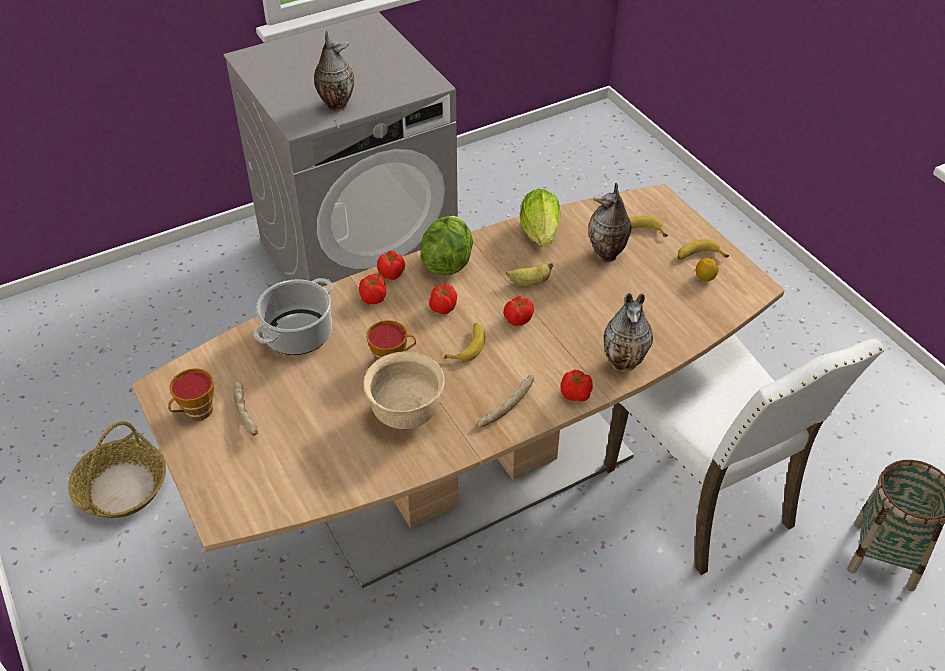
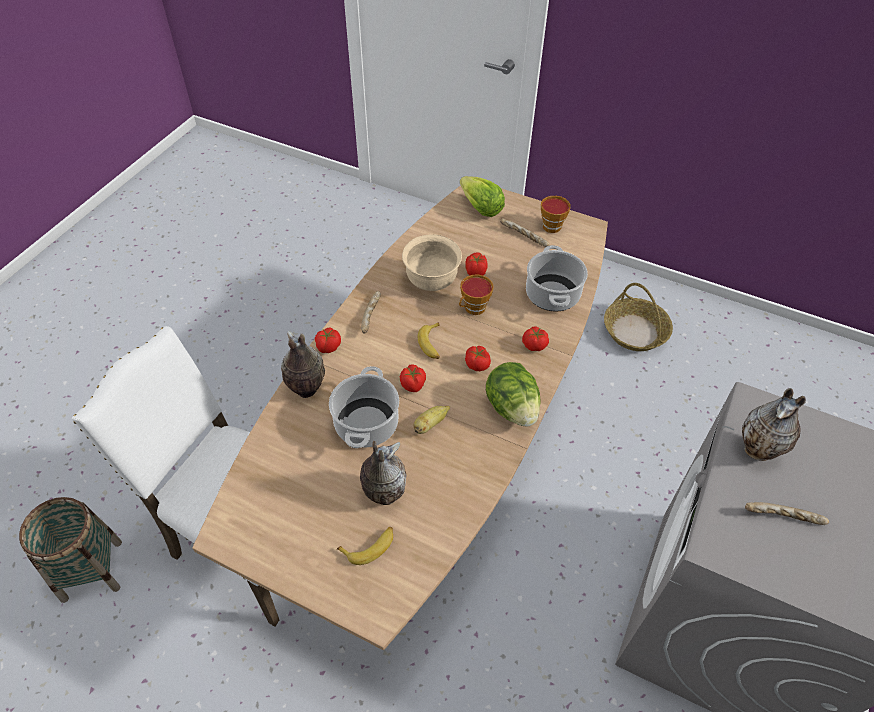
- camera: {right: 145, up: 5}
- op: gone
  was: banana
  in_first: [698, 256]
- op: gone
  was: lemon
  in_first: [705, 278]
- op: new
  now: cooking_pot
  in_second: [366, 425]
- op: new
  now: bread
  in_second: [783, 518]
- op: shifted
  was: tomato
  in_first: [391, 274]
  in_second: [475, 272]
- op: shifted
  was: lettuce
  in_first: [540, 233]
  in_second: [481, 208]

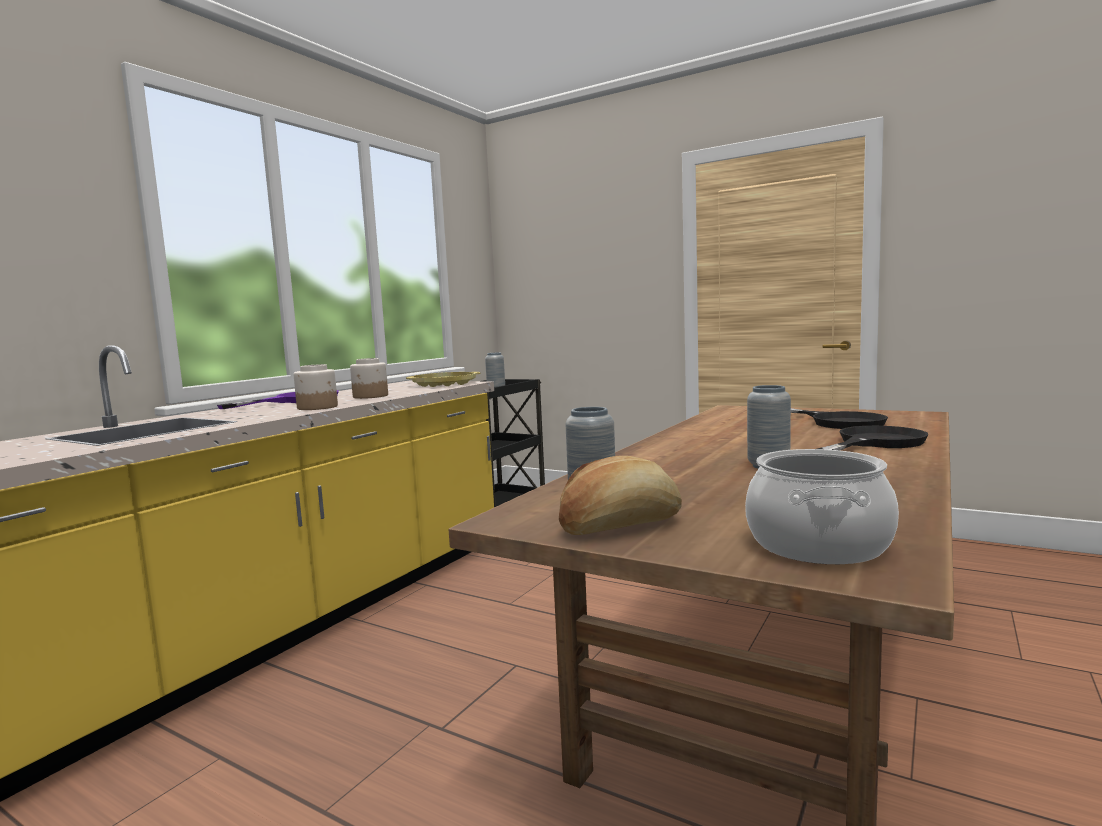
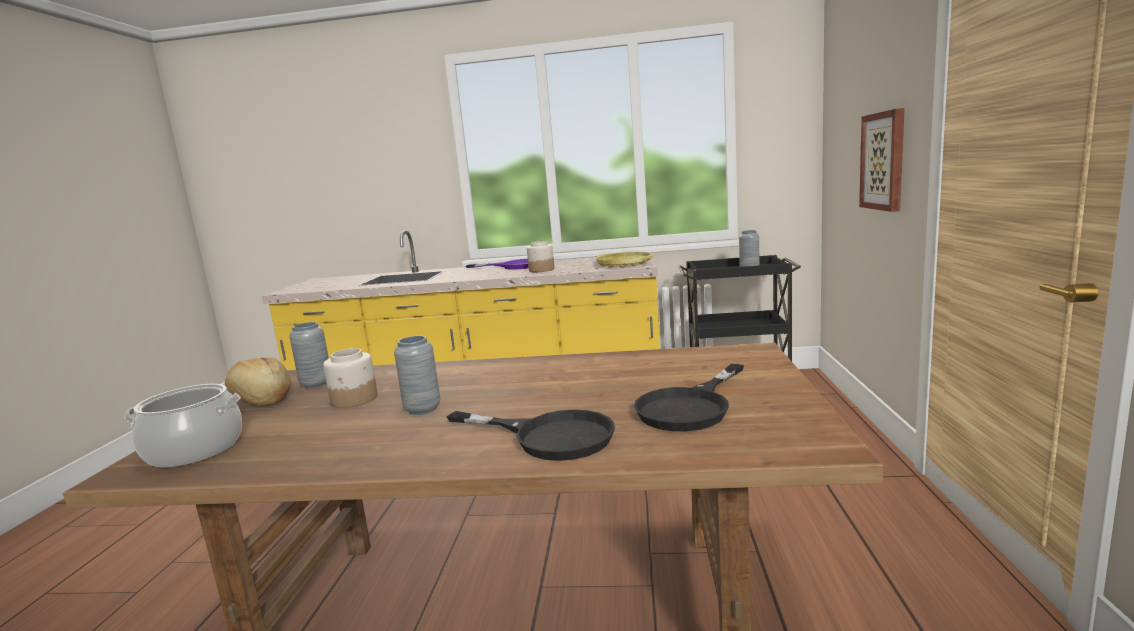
- camera: {right: 65, up: 5}
- op: new
  now: picture
  in_second: [884, 161]
- op: shifted
  was: jar
  in_first: [318, 407]
  in_second: [354, 399]

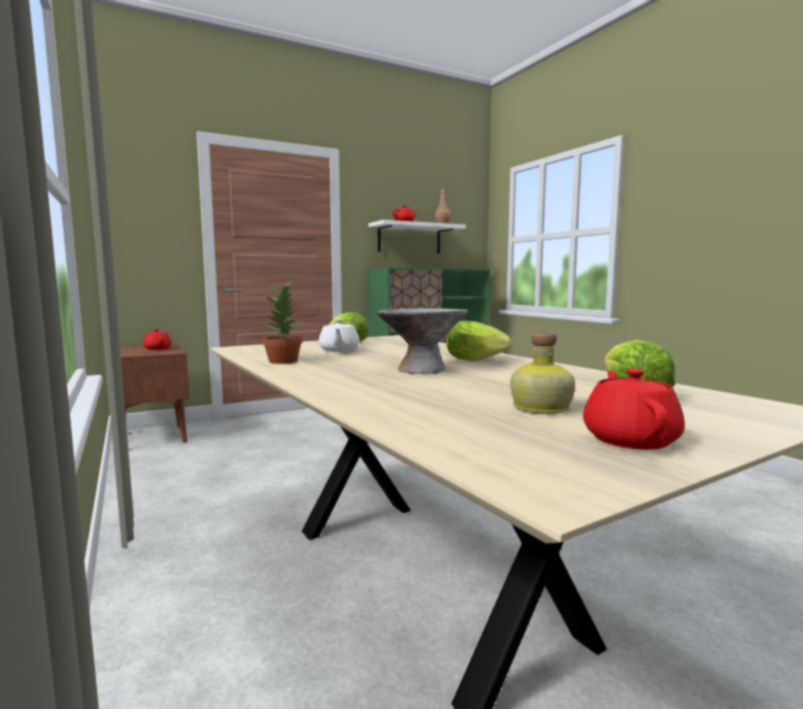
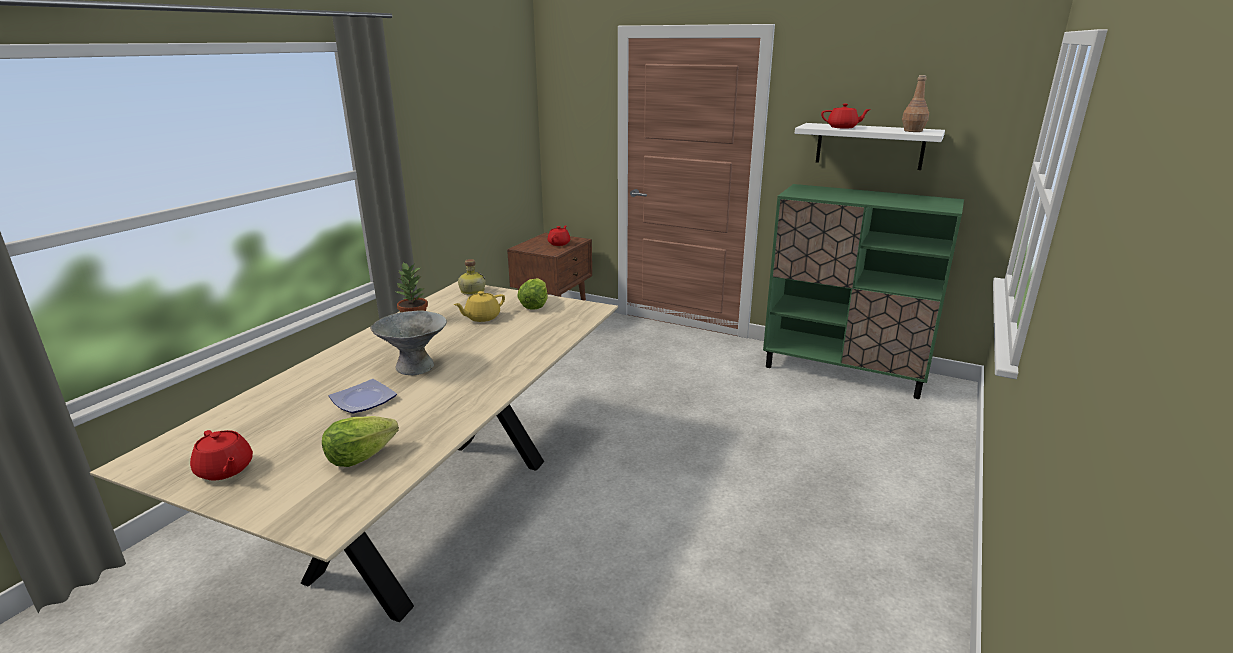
- camera: {right: 55, up: 15}
- op: gone
  was: lettuce
  in_first: [474, 359]
- op: new
  now: plate
  in_second: [364, 399]
- op: shifted
  was: bottle
  in_first: [539, 408]
  in_second: [472, 291]
- op: repainted
  was: white_teapot
  now: yellow_teapot
  in_first: [339, 351]
  in_second: [482, 317]
- op: rotated
  was: red_teapot
  in_first: [630, 439]
  in_second: [225, 470]
  clockwise: 75

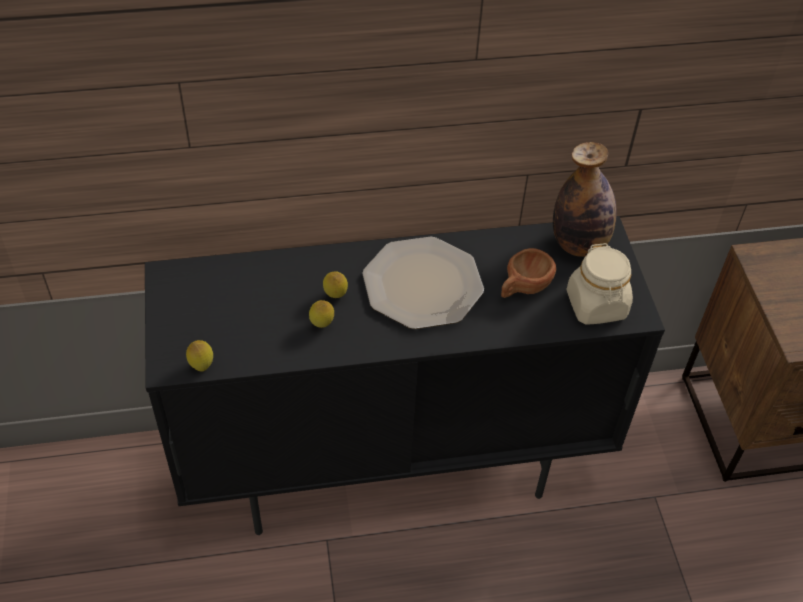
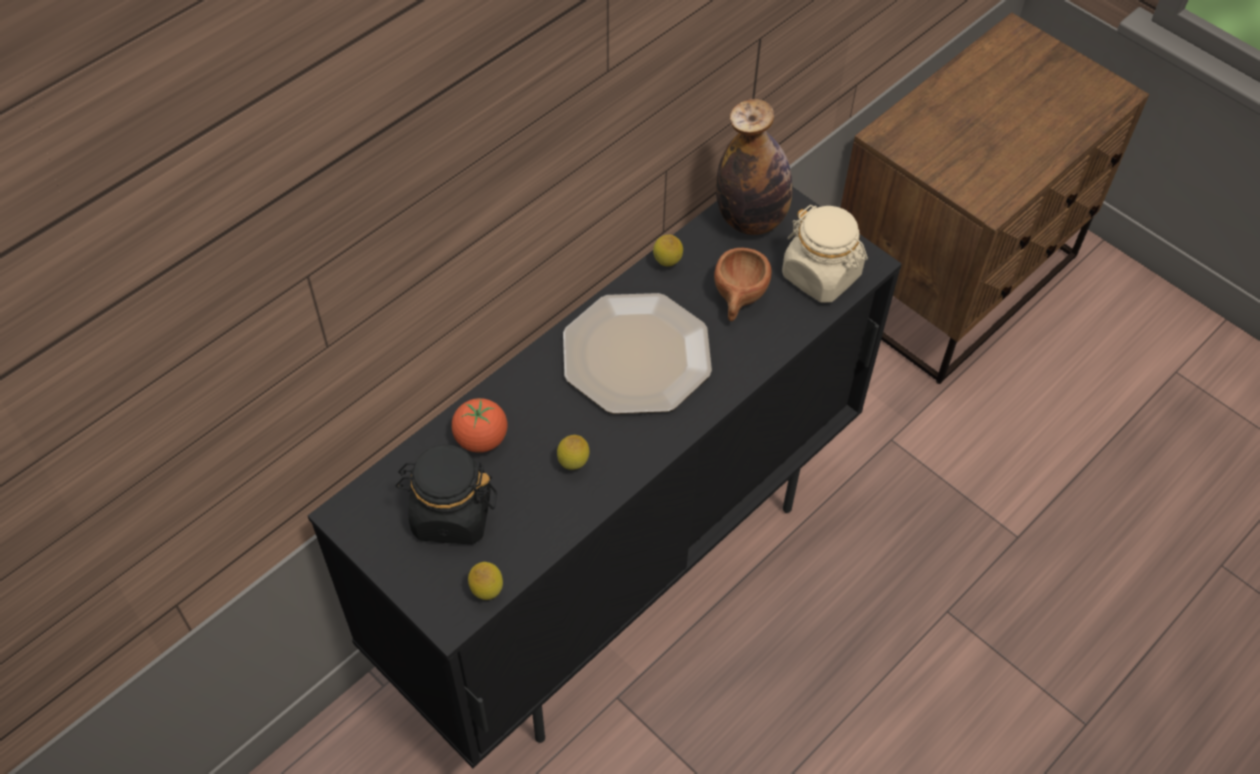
- camera: {right: -35, up: 5}
- op: new
  now: black_jar
  in_second: [451, 514]
- op: new
  now: tomato
  in_second: [481, 439]
- op: shifted
  was: lemon
  in_first: [335, 296]
  in_second: [667, 264]

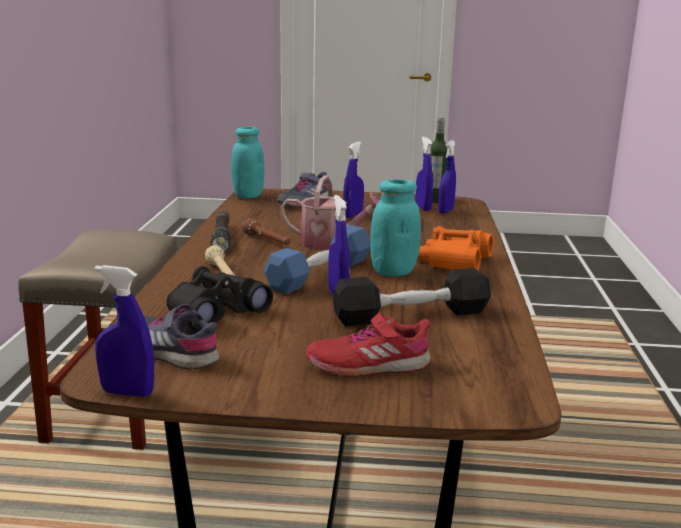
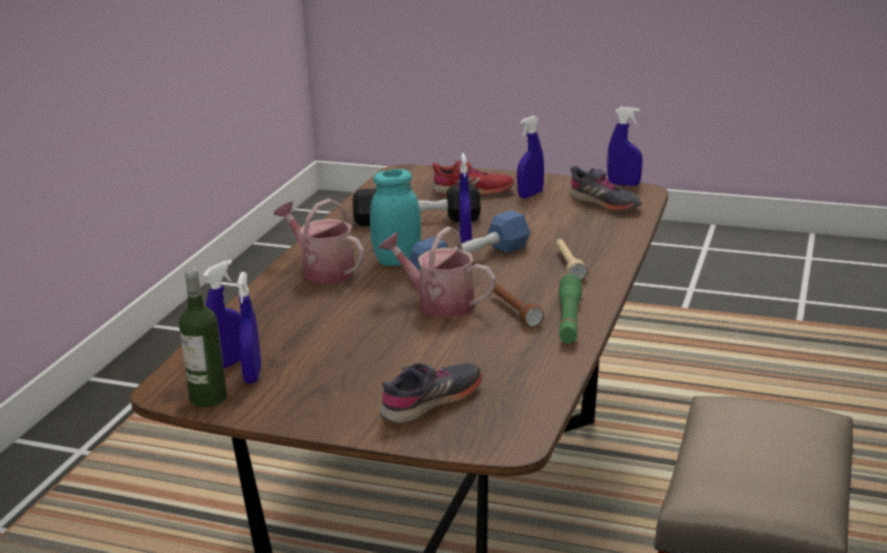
- camera: {right: -165, up: 5}
- op: gone
  was: black_binoculars
  in_first: [215, 312]
- op: gone
  was: turquoise_jar
  in_first: [248, 196]
- op: shifted
  was: blue_spray_bottle
  in_first: [353, 215]
  in_second: [530, 195]
- op: swapped
  was: orange_binoculars
  now: watering_can
  in_first: [455, 262]
  in_second: [323, 270]
- op: repainted
  was: black_flashlight
  now: green_flashlight
  in_first: [222, 238]
  in_second: [569, 319]

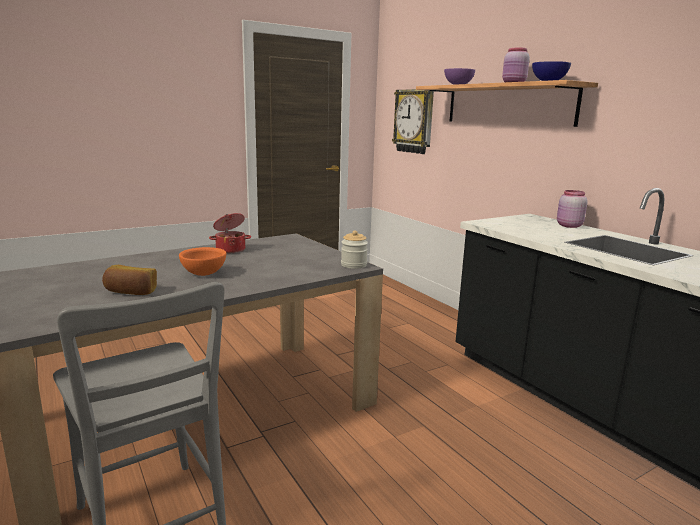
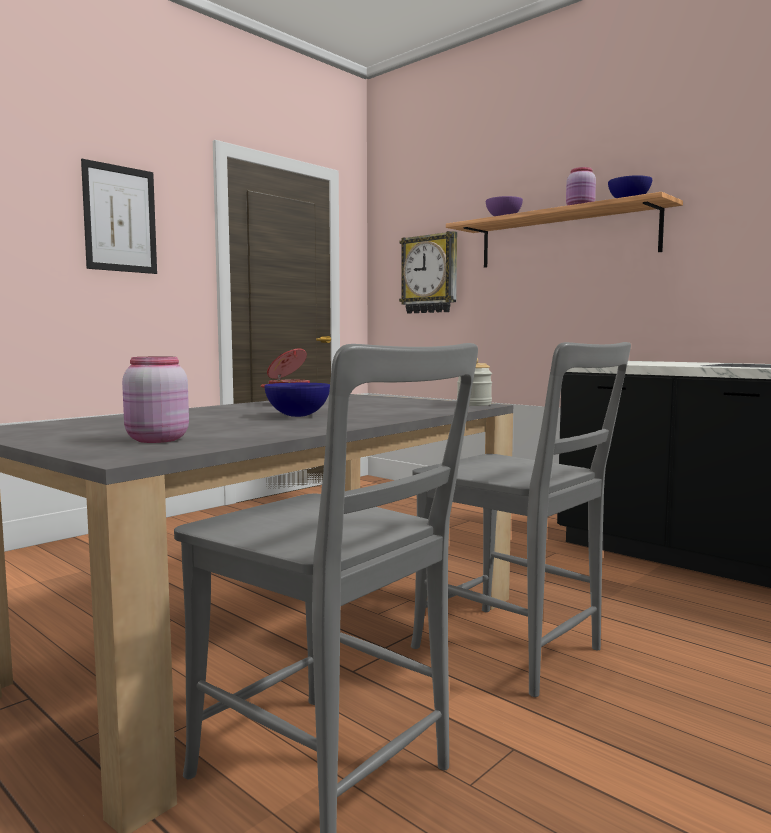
- camera: {right: -15, up: -10}
- op: gone
  was: bread
  in_first: [131, 292]
- op: new
  now: picture
  in_second: [120, 219]
- op: new
  now: grey_chair
  in_second: [515, 651]
- op: shifted
  was: pink_jar
  in_first: [568, 226]
  in_second: [155, 440]
- op: repainted
  was: orange_bowl
  now: blue_bowl
  in_first: [204, 274]
  in_second: [298, 416]

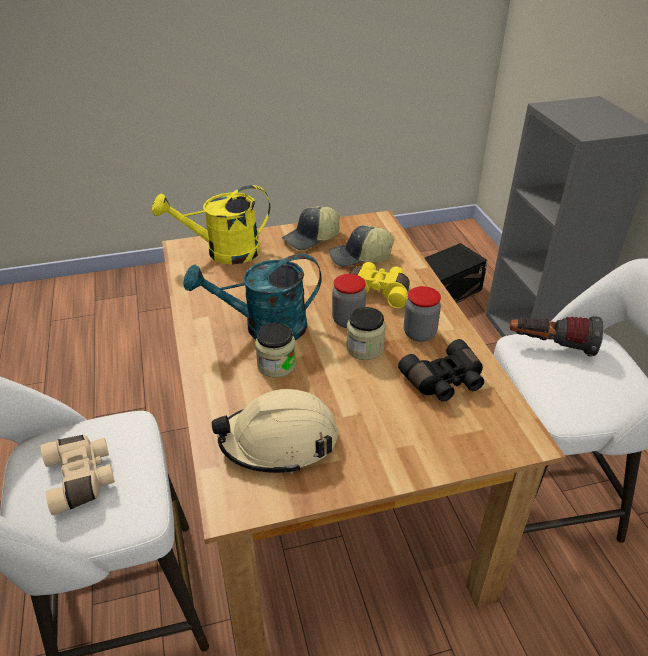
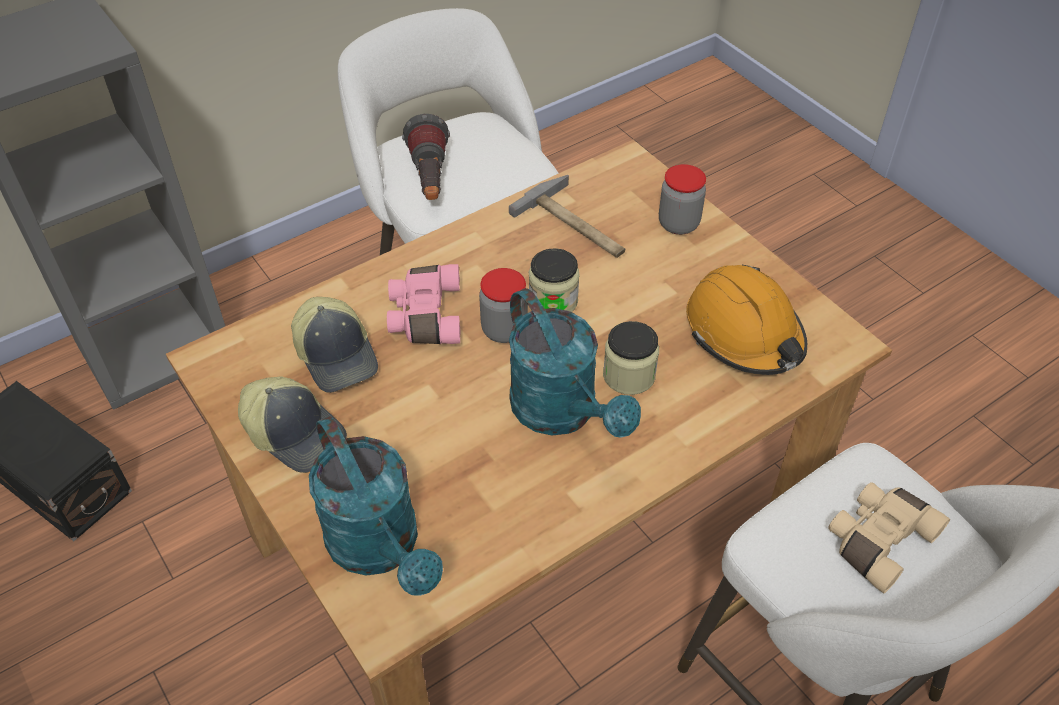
- camera: {right: -110, up: 10}
- op: shifted
  was: jar
  in_first: [419, 334]
  in_second: [678, 224]
- op: swapped
  was: black_binoculars
  now: hammer
  in_first: [444, 382]
  in_second: [577, 225]
- op: repainted
  was: yellow_watering_can
  now: turquoise_watering_can
  in_first: [223, 252]
  in_second: [381, 548]
- op: repainted
  was: beige_hard_hat
  now: orange_hard_hat
  in_first: [279, 441]
  in_second: [744, 333]
- op: repainted
  was: yellow_binoculars
  now: pink_binoculars
  in_first: [377, 291]
  in_second: [424, 316]

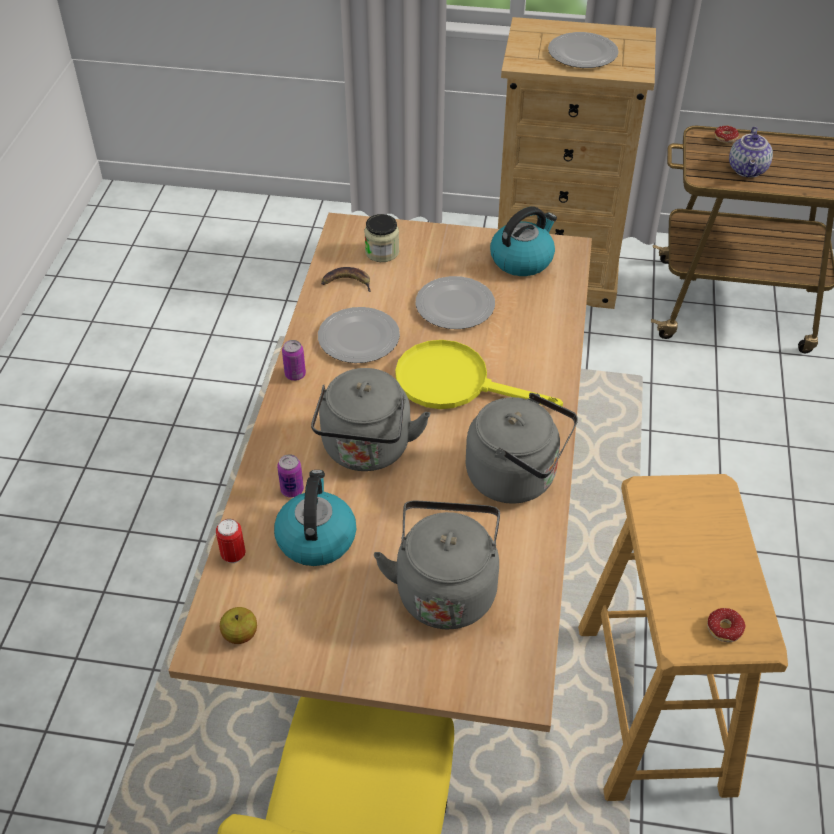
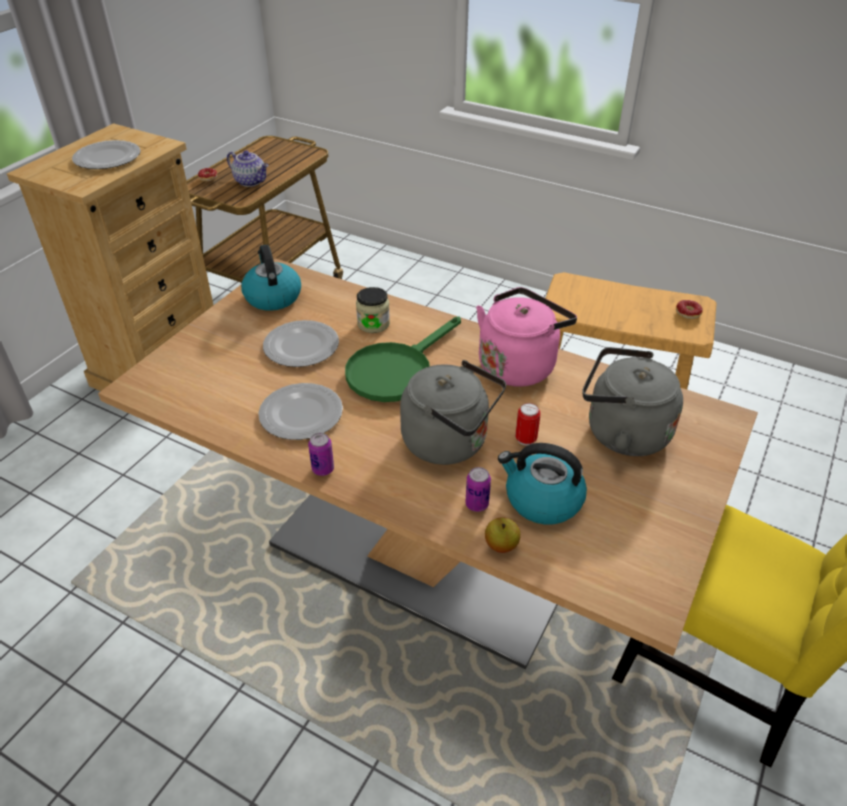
- camera: {right: -70, up: -5}
- op: gone
  was: banana
  in_first: [346, 283]
- op: shifted
  was: can
  in_first: [233, 555]
  in_second: [525, 439]
- op: shifted
  was: apple
  in_first: [240, 634]
  in_second: [501, 545]
- op: shifted
  was: jar
  in_first: [382, 252]
  in_second: [373, 324]
- op: repainted
  was: yellow_frying_pan
  now: green_frying_pan
  in_first: [455, 383]
  in_second: [396, 370]
- op: repainted
  was: grey_kettle
  now: pink_kettle
  in_first: [517, 477]
  in_second: [519, 365]

